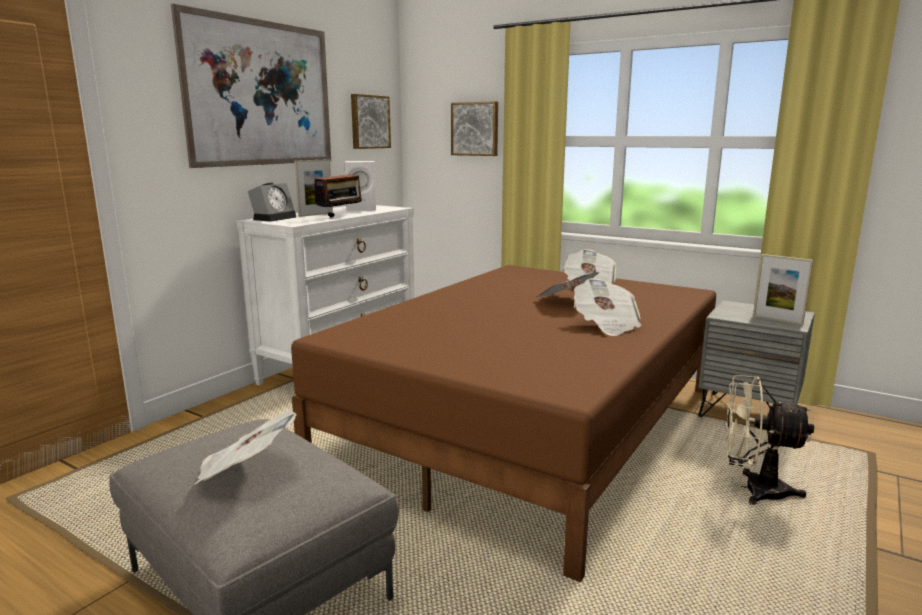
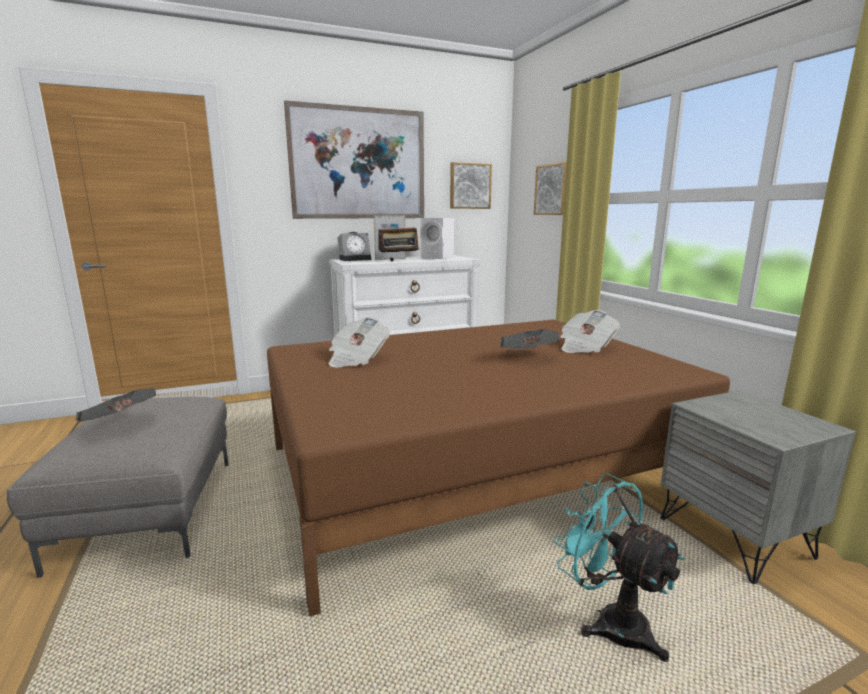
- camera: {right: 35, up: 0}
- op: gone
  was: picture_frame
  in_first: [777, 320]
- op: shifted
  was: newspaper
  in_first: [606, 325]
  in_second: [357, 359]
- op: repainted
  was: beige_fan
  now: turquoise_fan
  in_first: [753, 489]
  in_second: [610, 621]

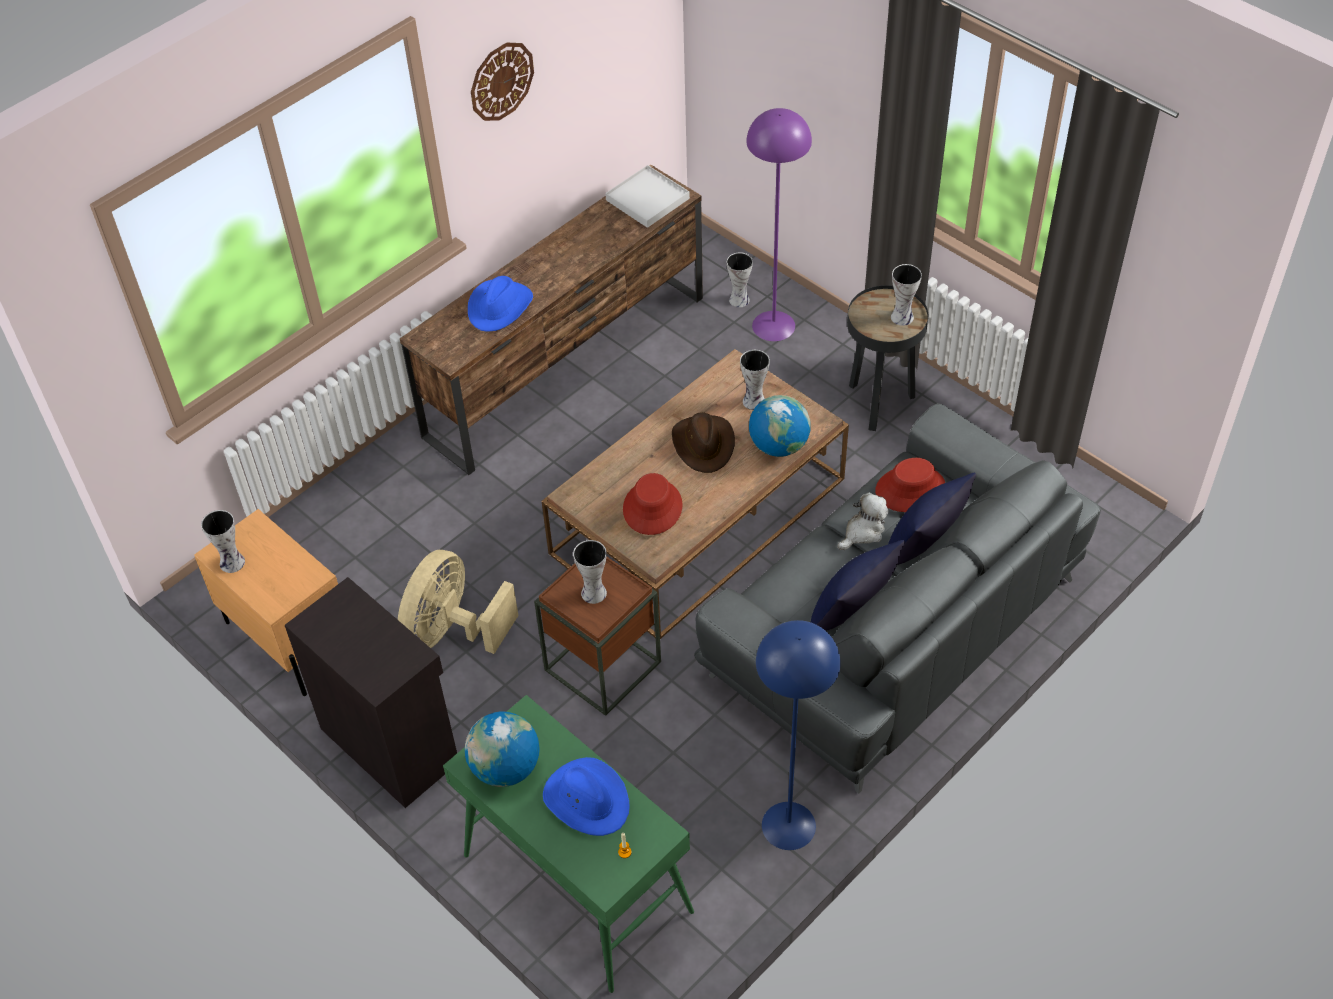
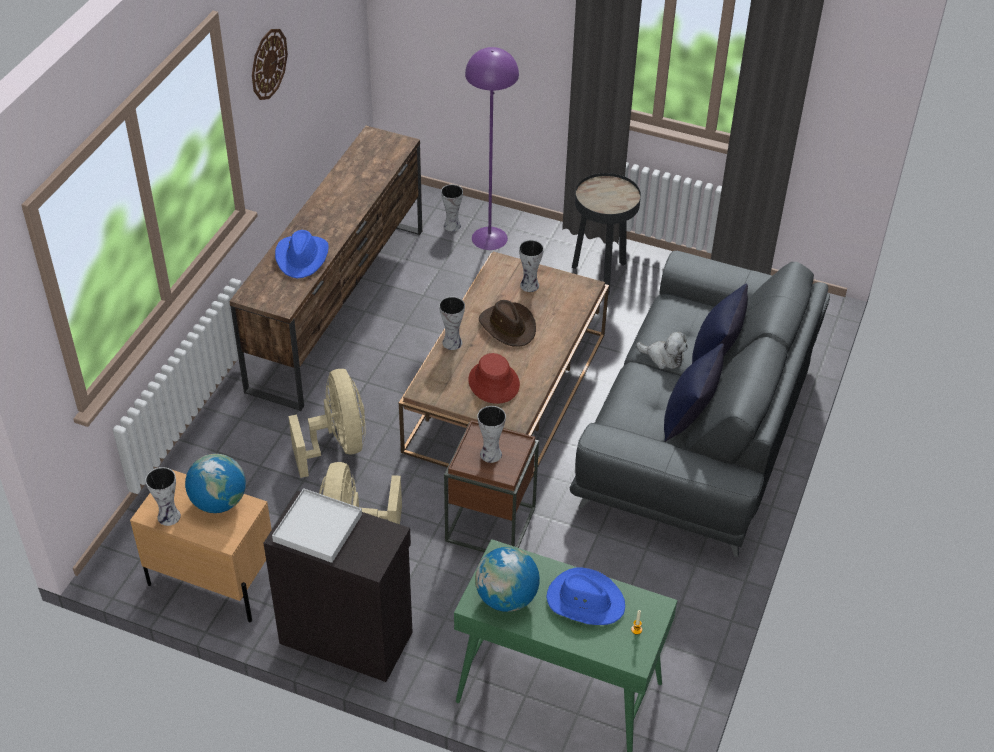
- camera: {right: -25, up: -5}
- op: gone
  was: blue_floor_lamp
  in_first: [788, 826]
- op: gone
  was: red_hat
  in_first: [910, 489]
- op: new
  now: beige_fan
  in_second: [337, 445]
- op: shifted
  was: white_tray
  in_first: [648, 199]
  in_second: [318, 528]
- op: shifted
  was: globe
  in_first: [779, 445]
  in_second: [219, 502]
- op: shifted
  was: vase
  in_first: [902, 316]
  in_second: [452, 342]
- op: rotated
  was: plush_toy
  in_first: [863, 531]
  in_second: [663, 357]
  clockwise: 90

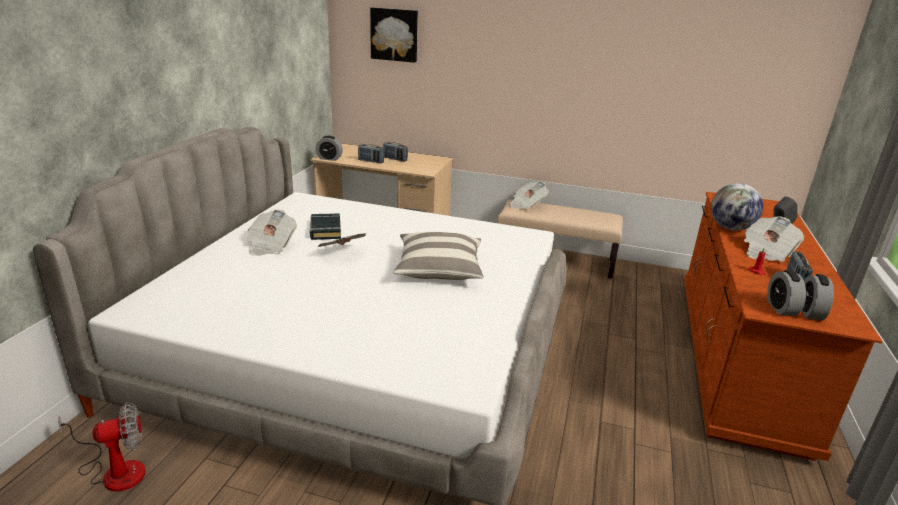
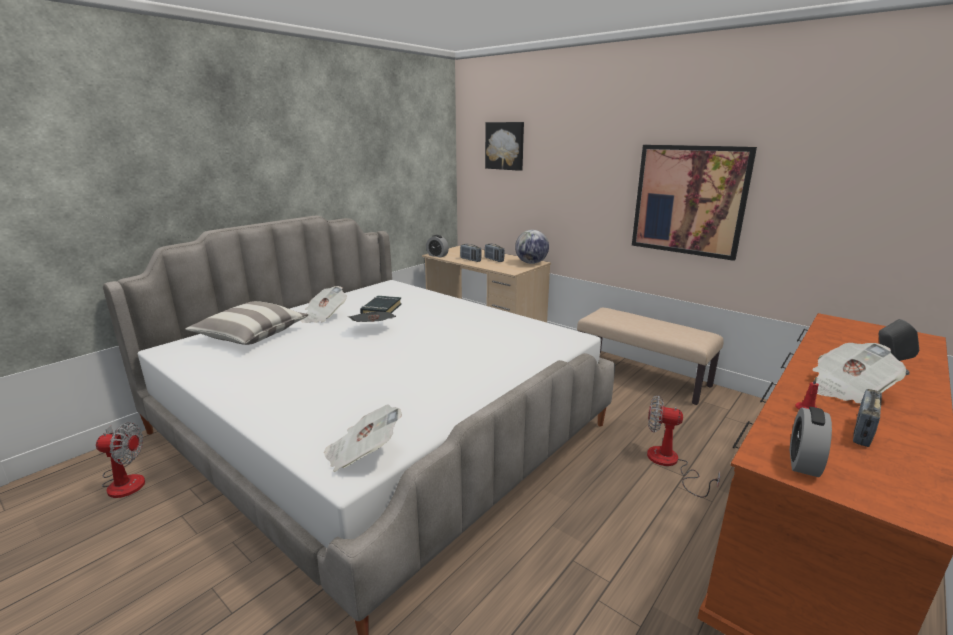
- camera: {right: 25, up: -5}
- op: gone
  was: alarm_clock
  in_first: [810, 312]
- op: new
  now: picture
  in_second: [689, 200]
- op: new
  now: fan
  in_second: [669, 463]
- op: shifted
  was: pillow
  in_first: [439, 269]
  in_second: [251, 335]
- op: shifted
  was: newspaper
  in_first: [527, 205]
  in_second: [362, 454]
- op: shifted
  was: globe
  in_first: [730, 228]
  in_second: [531, 263]

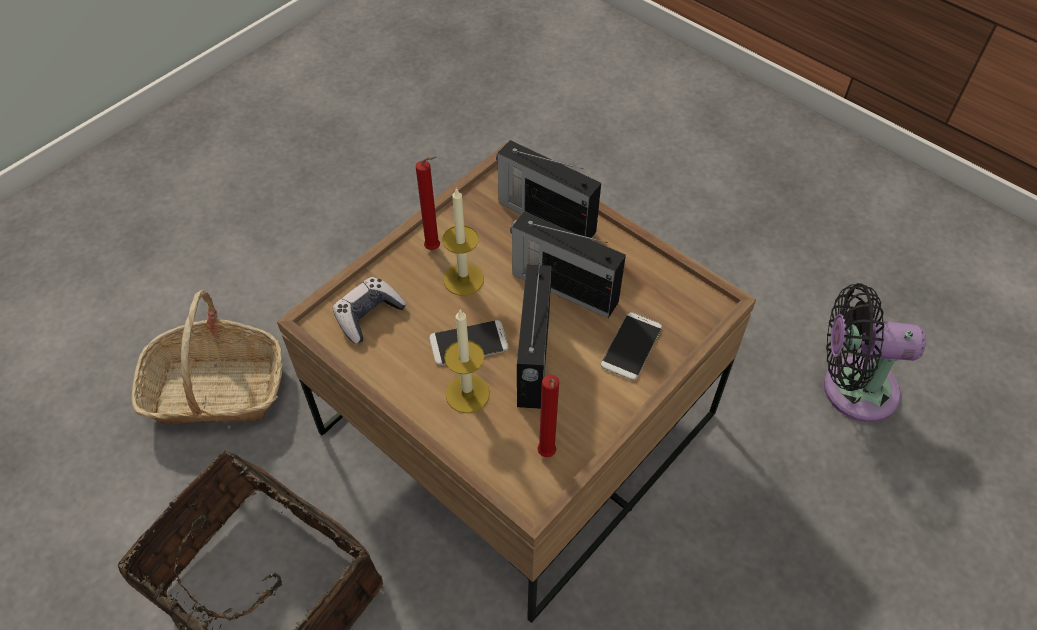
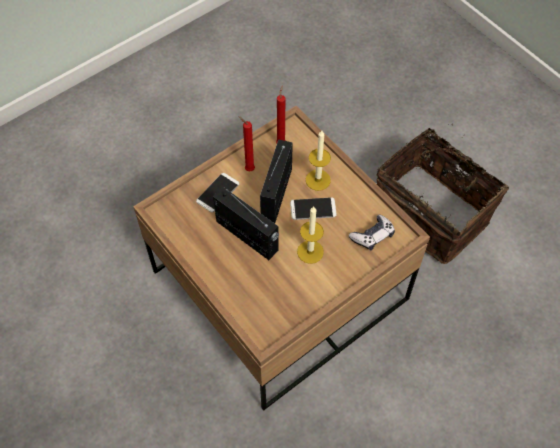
- camera: {right: -170, up: 5}
- op: gone
  was: basket
  in_first: [217, 390]
- op: gone
  was: radio
  in_first: [545, 216]
- op: gone
  was: black_fan
  in_first: [851, 388]
- op: shifted
  was: red_candle
  in_first: [435, 249]
  in_second: [248, 169]

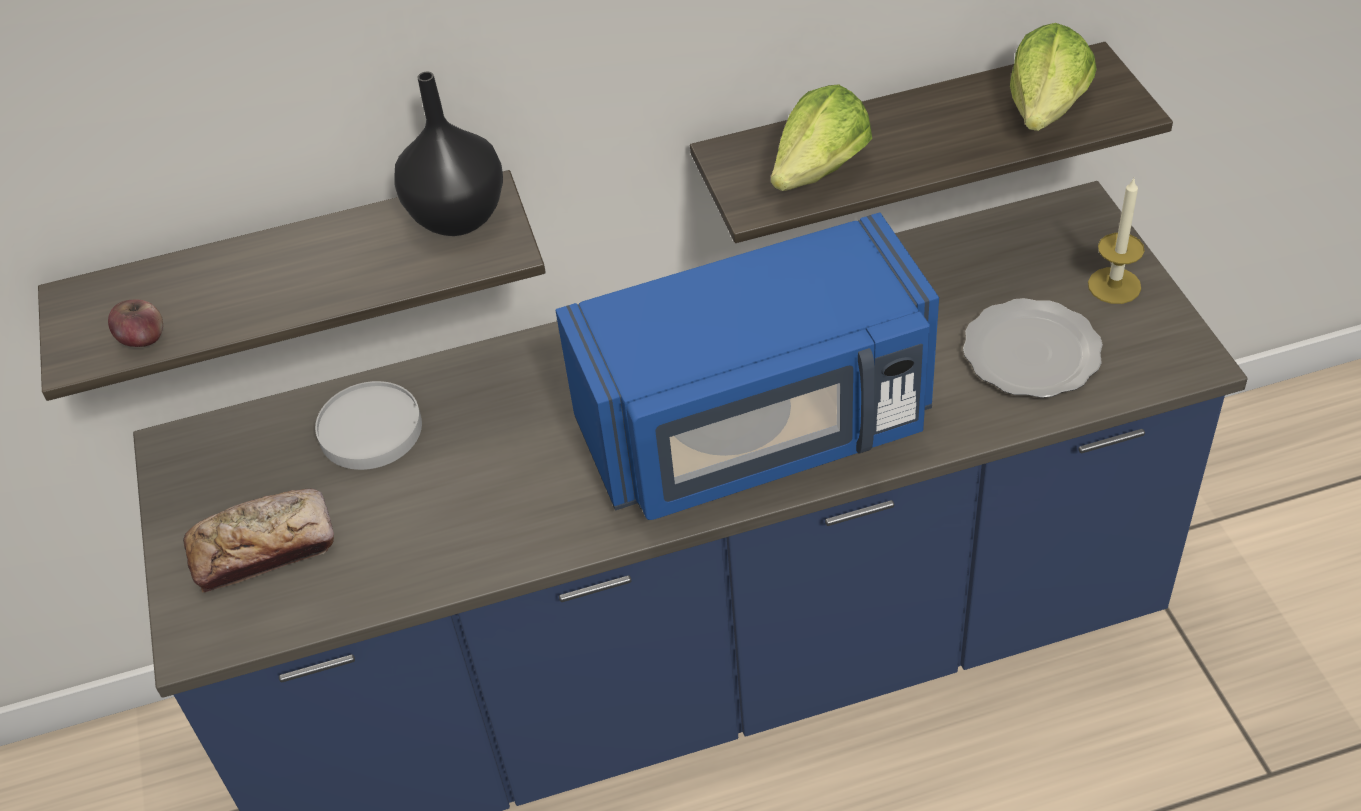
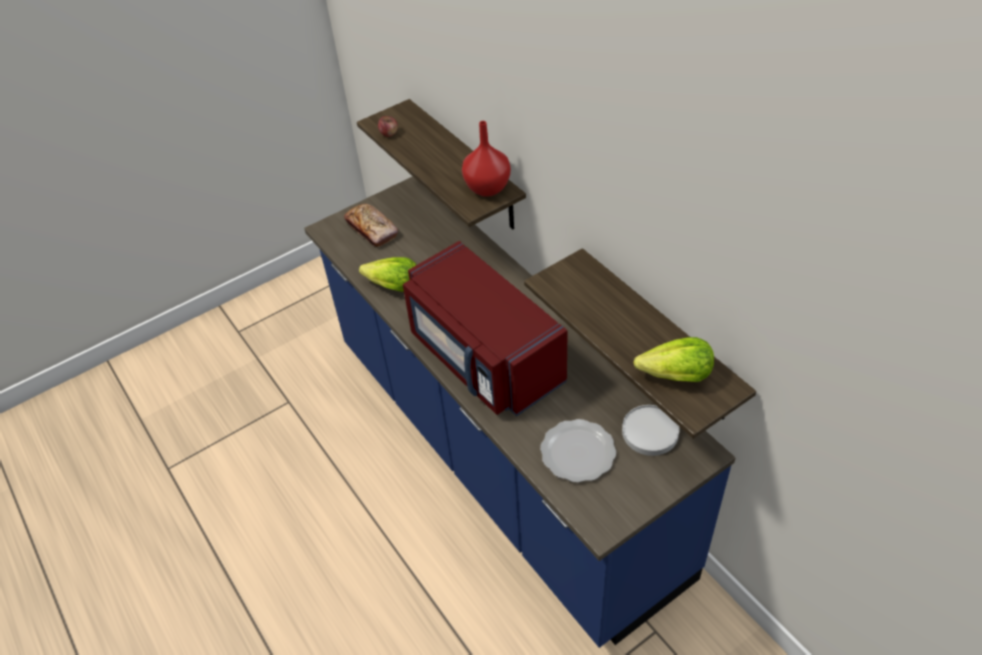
- camera: {right: 70, up: 0}
- op: gone
  was: candle
  in_first: [1114, 285]
- op: shifted
  was: white_plate
  in_first: [369, 430]
  in_second: [649, 432]
- op: shifted
  was: lettuce
  in_first: [820, 170]
  in_second: [393, 286]
- op: repainted
  was: black_vase
  now: red_vase
  in_first: [456, 216]
  in_second: [487, 187]
- op: repainted
  was: blue_microwave
  now: red_microwave
  in_first: [758, 431]
  in_second: [484, 358]

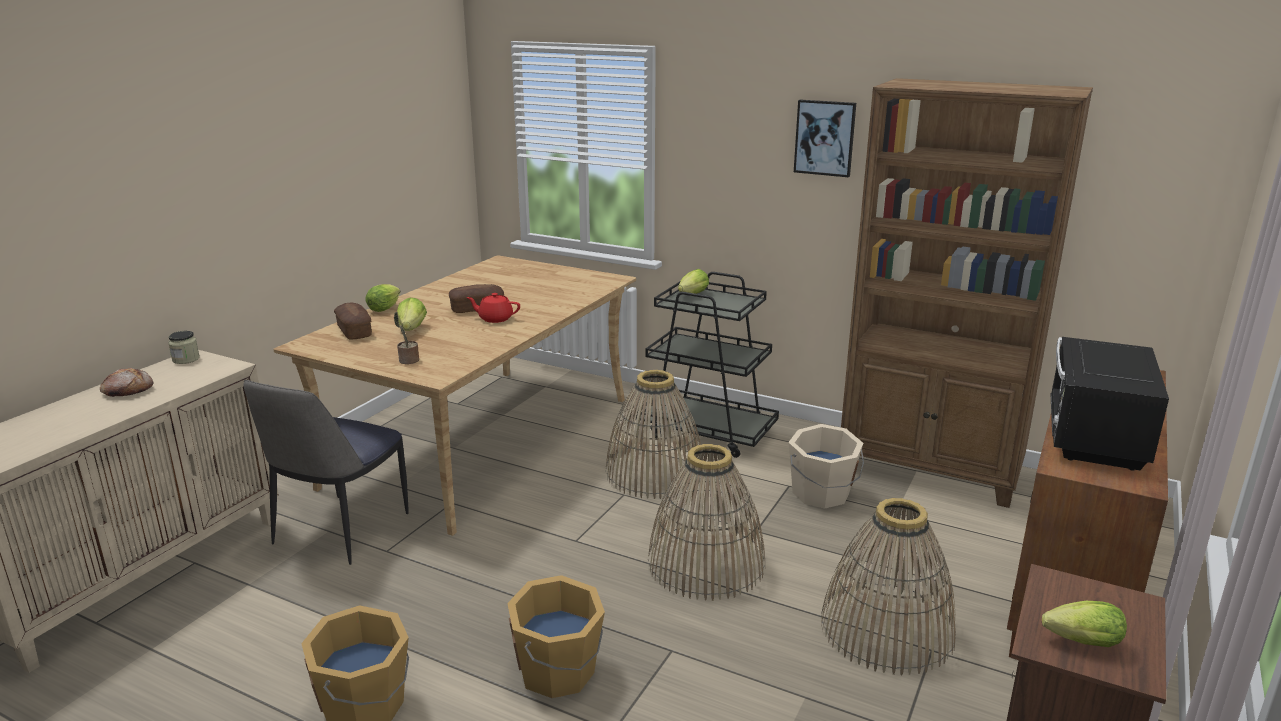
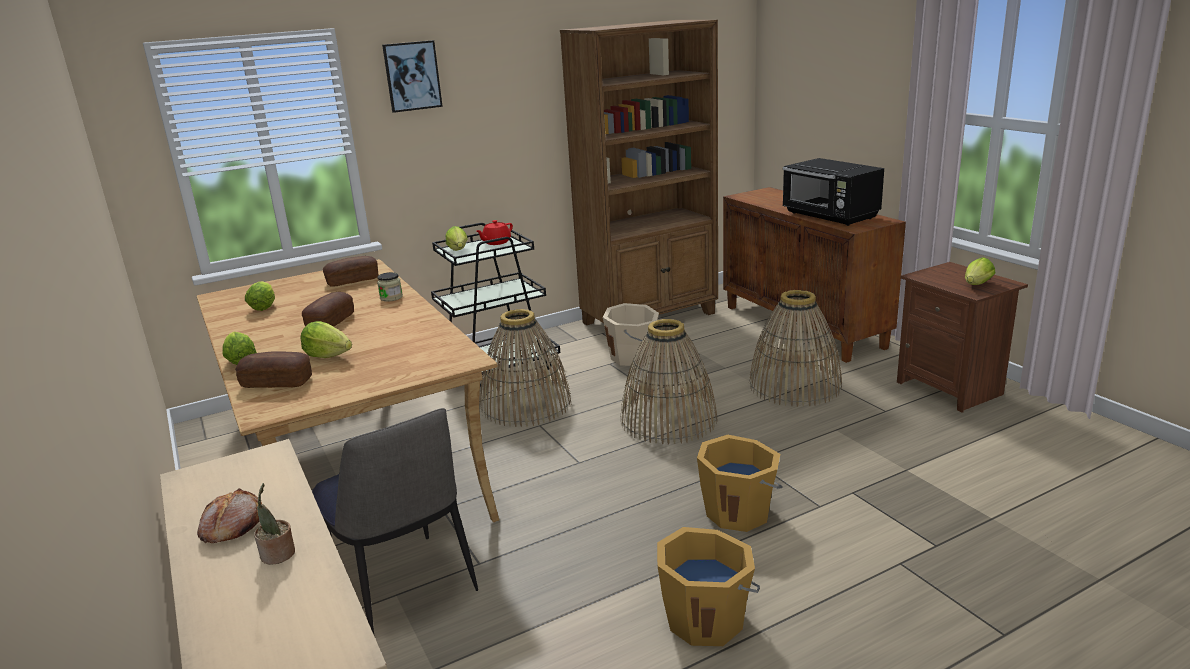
- camera: {right: -55, up: 0}
- op: new
  now: lettuce
  in_second: [264, 306]
- op: new
  now: bread
  in_second: [353, 281]
- op: shifted
  was: jar
  in_first: [186, 359]
  in_second: [391, 297]
- op: shifted
  was: potted_plant
  in_first: [408, 361]
  in_second: [278, 555]
- op: shifted
  was: red_teapot
  in_first: [495, 319]
  in_second: [496, 242]
- op: shifted
  was: picture
  in_first: [825, 138]
  in_second: [412, 76]

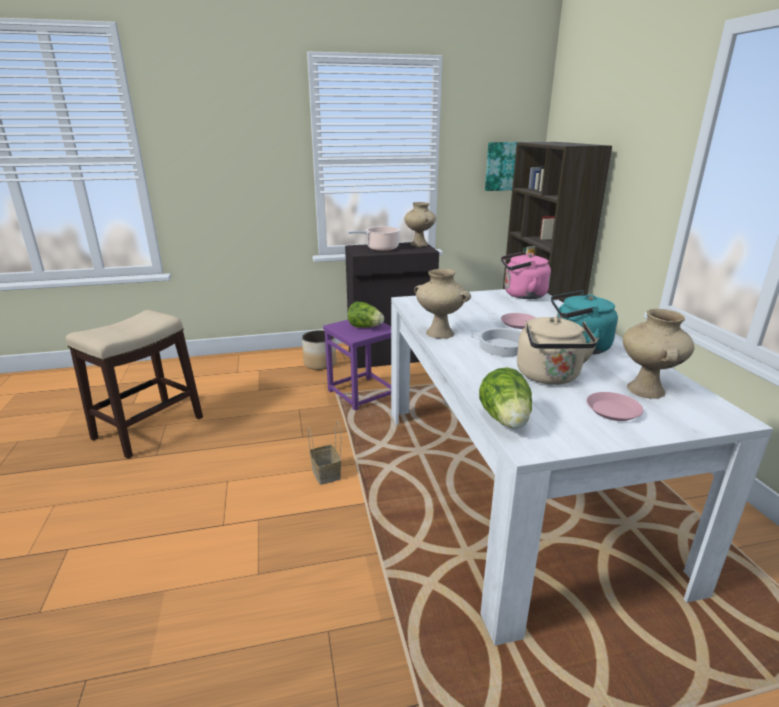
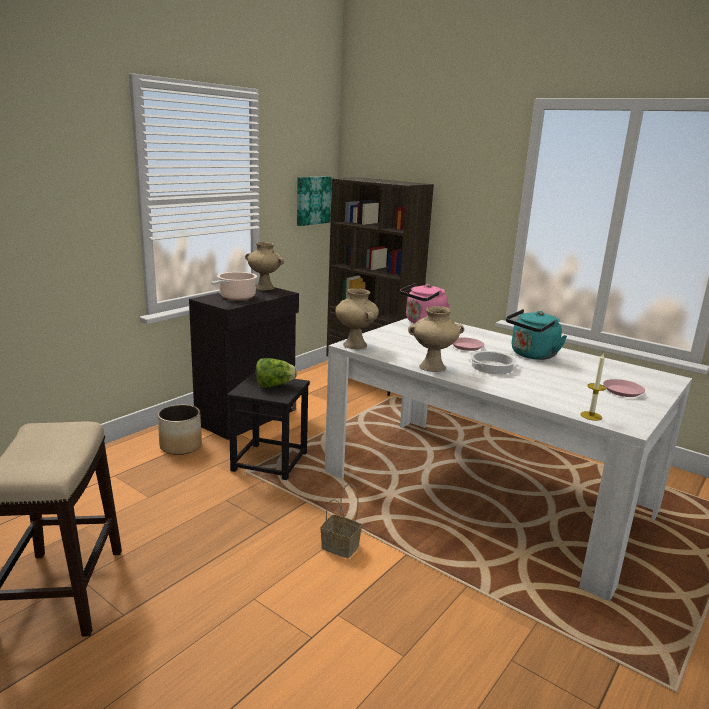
- camera: {right: -40, up: -5}
- op: gone
  was: beige_kettle
  in_first: [549, 377]
- op: shifted
  was: beige_vase
  in_first: [647, 390]
  in_second: [356, 345]
- op: swapped
  was: lettuce
  now: candle
  in_first: [506, 420]
  in_second: [591, 416]
- op: repainted
  was: purple_stool
  now: black_stool
  in_first: [363, 393]
  in_second: [270, 461]

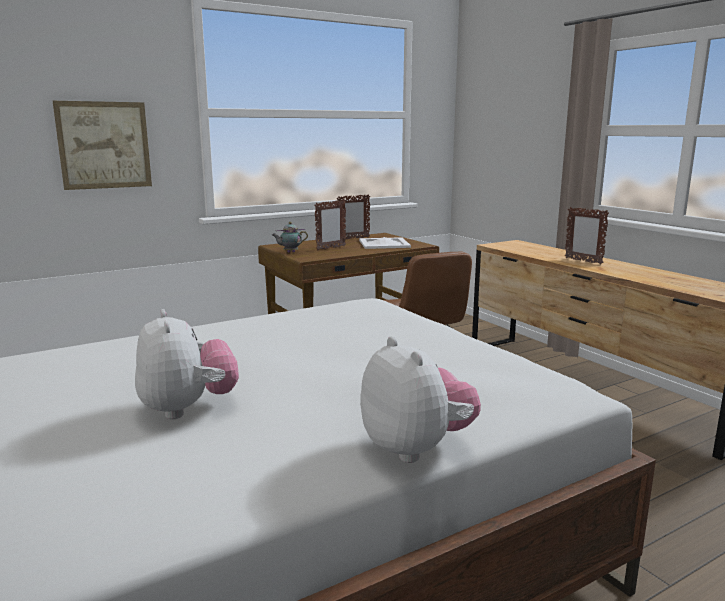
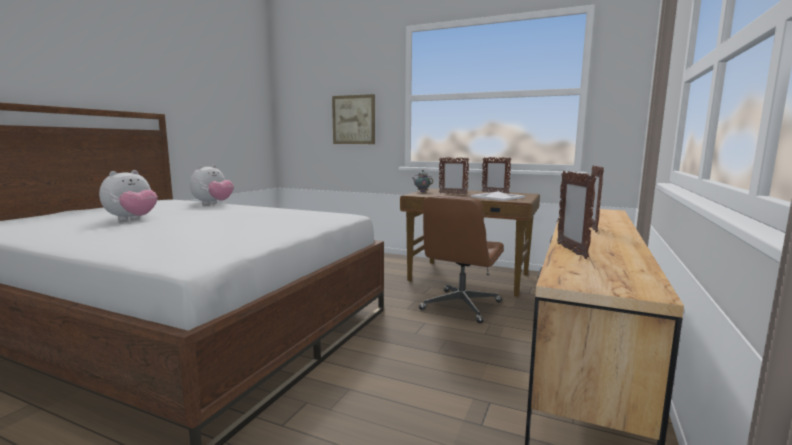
- camera: {right: 55, up: -5}
- op: new
  now: picture_frame
  in_second: [571, 251]
- op: shifted
  was: plush_toy
  in_first: [416, 448]
  in_second: [213, 204]

